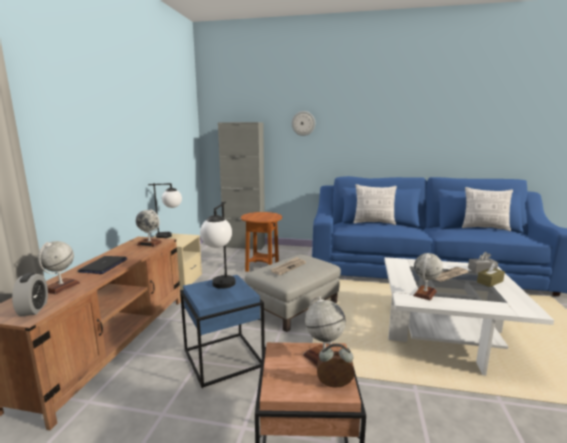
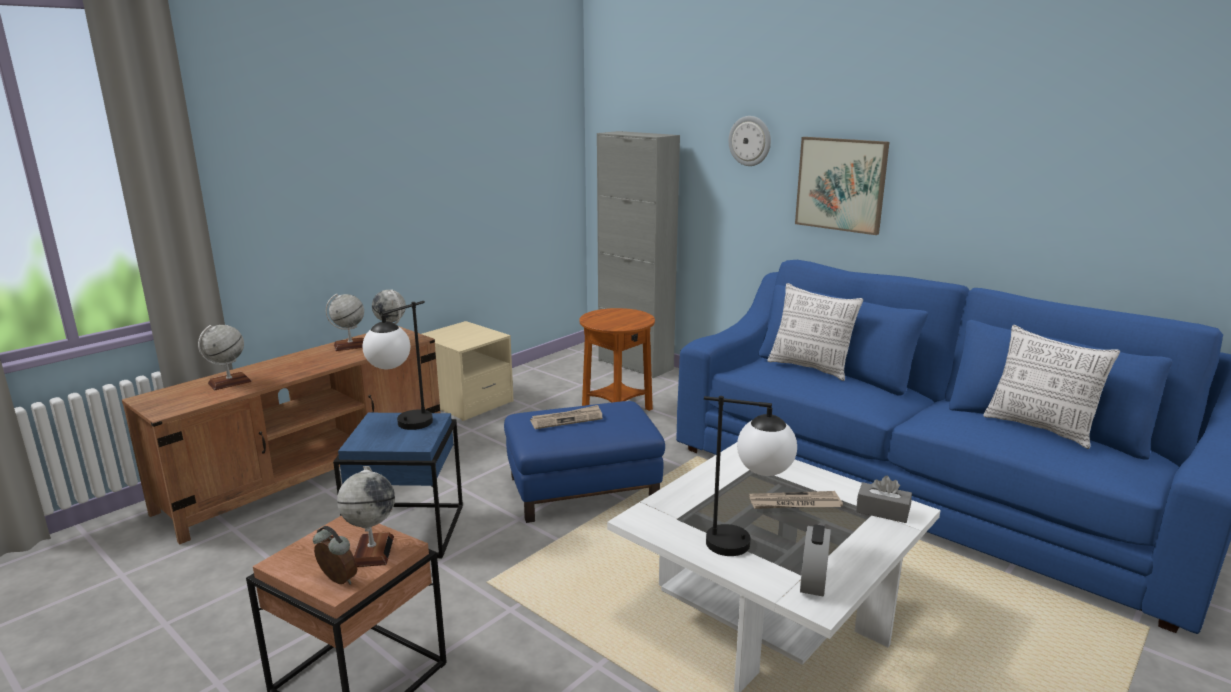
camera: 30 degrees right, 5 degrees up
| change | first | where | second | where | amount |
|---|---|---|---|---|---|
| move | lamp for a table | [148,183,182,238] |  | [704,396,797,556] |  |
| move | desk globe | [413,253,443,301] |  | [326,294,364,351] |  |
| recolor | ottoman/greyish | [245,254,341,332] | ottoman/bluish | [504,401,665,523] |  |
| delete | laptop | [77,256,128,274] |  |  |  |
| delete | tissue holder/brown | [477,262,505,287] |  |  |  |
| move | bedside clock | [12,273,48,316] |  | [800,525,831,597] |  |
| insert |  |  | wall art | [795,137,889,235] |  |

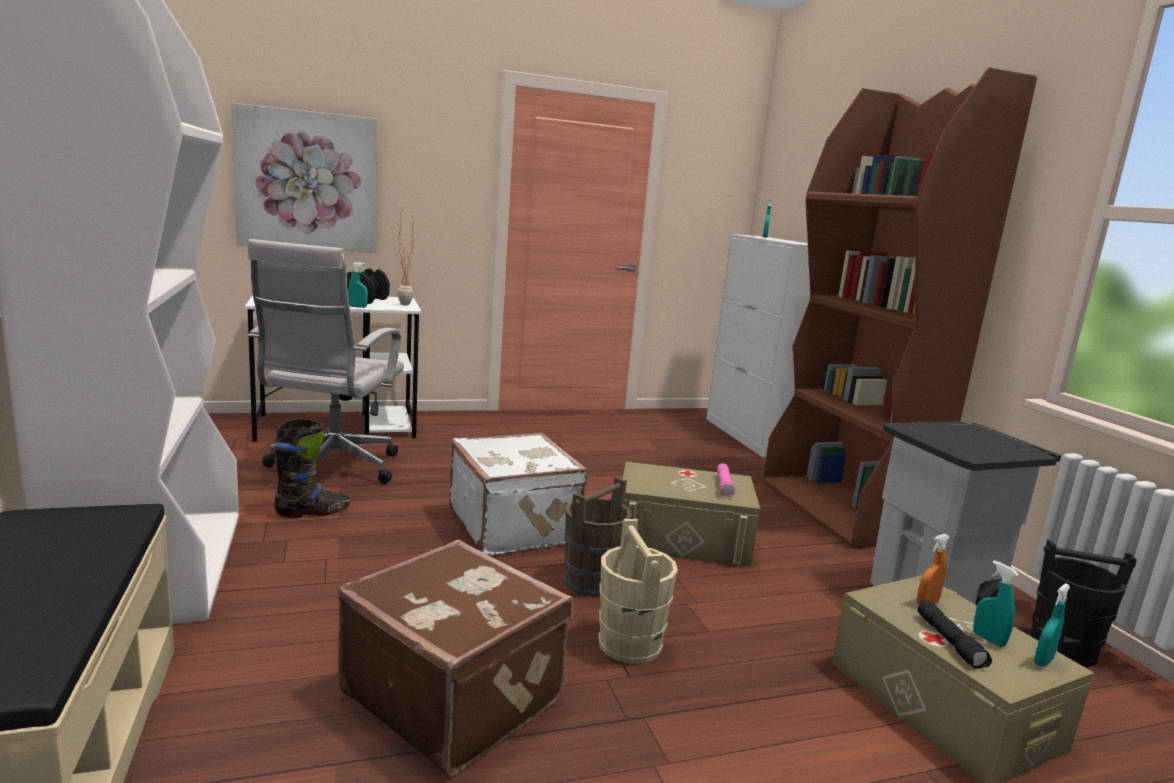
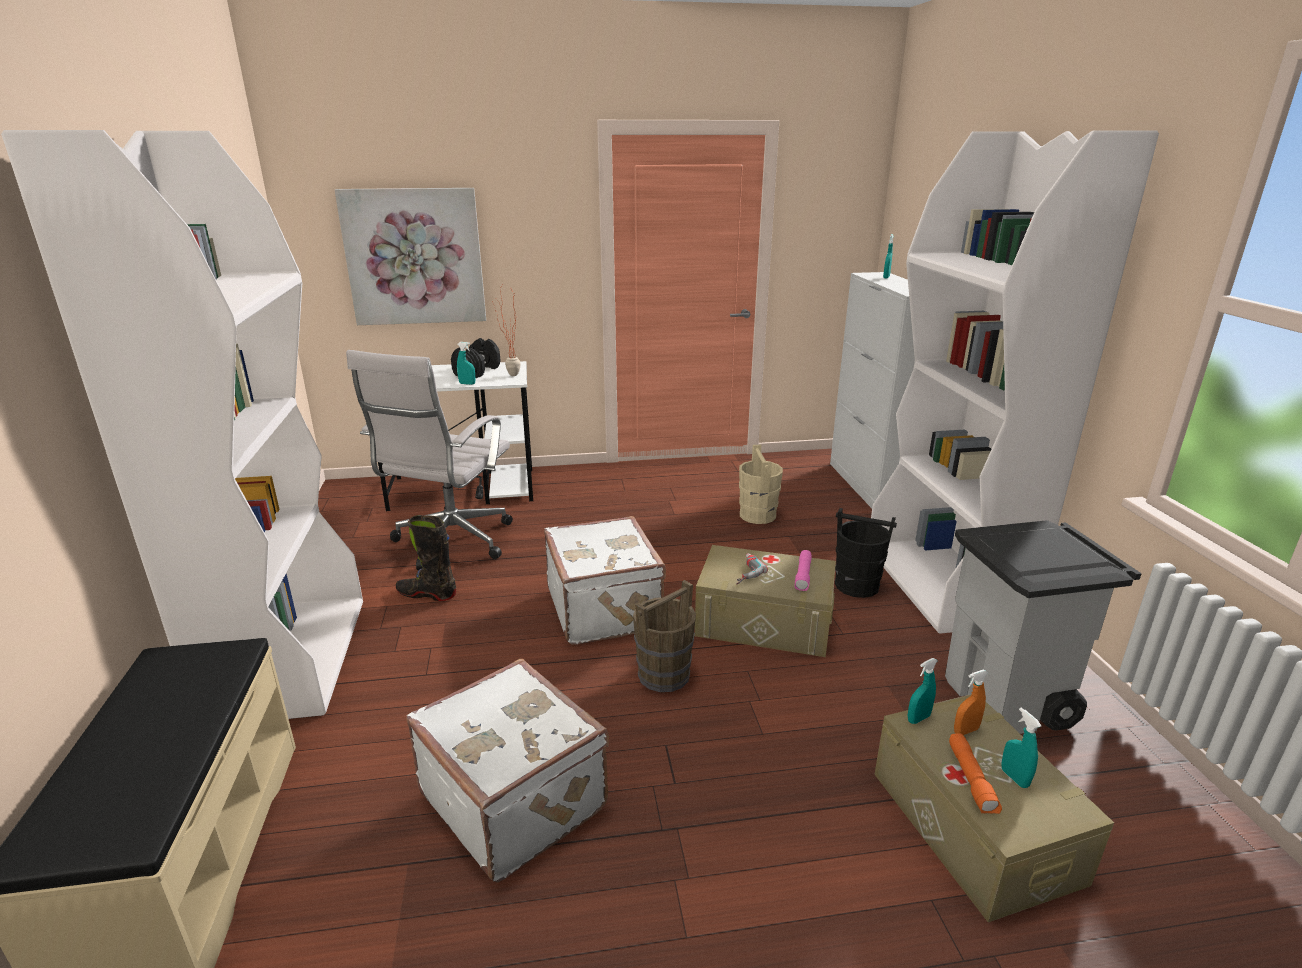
camera: 10 degrees right, 10 degrees up
| change | first | where | second | where | amount |
|---|---|---|---|---|---|
| recolor | bookcase/brown | [762,67,1037,549] | bookcase/white-coloured | [871,131,1159,634] |  |
| rotate | high-top boot/black-coloured | [274,418,351,518] |  | [396,515,456,601] | 150 degrees counterclockwise |
| move | bucket/beige | [599,519,678,664] |  | [739,445,783,524] |  |
| recolor | travel case/brown | [338,540,574,777] | travel case/white-coloured | [406,659,609,882] |  |
| move | bucket/black-coloured | [1030,540,1137,667] |  | [835,508,897,598] |  |
| move | spray bottle/turquoise | [1034,583,1070,667] |  | [907,658,938,724] |  |
| recolor | flashlight/black-coloured | [917,600,992,668] | flashlight/orange-coloured | [949,734,1002,814] |  |
| insert |  |  | power drill | [736,553,768,584] |  |

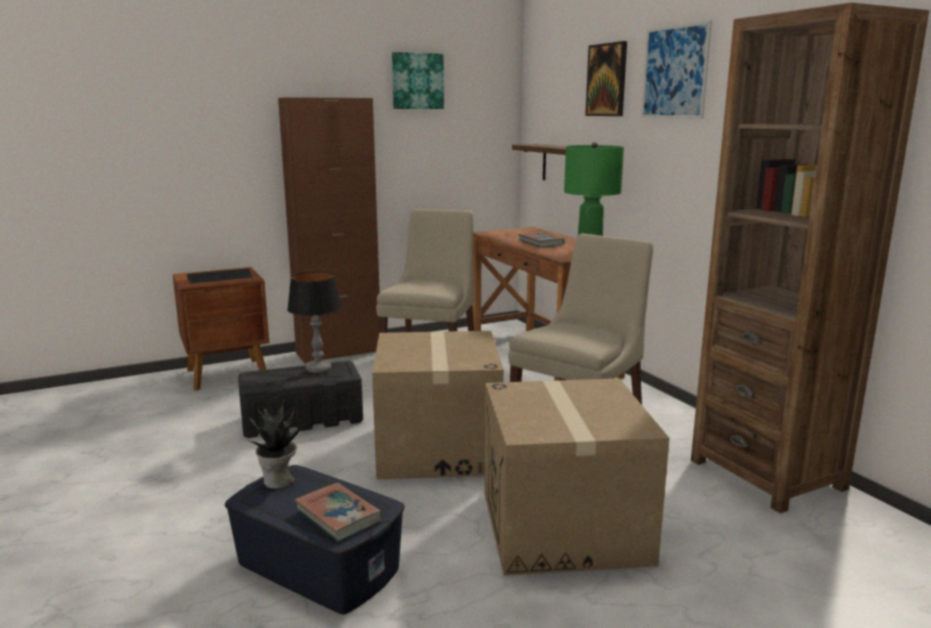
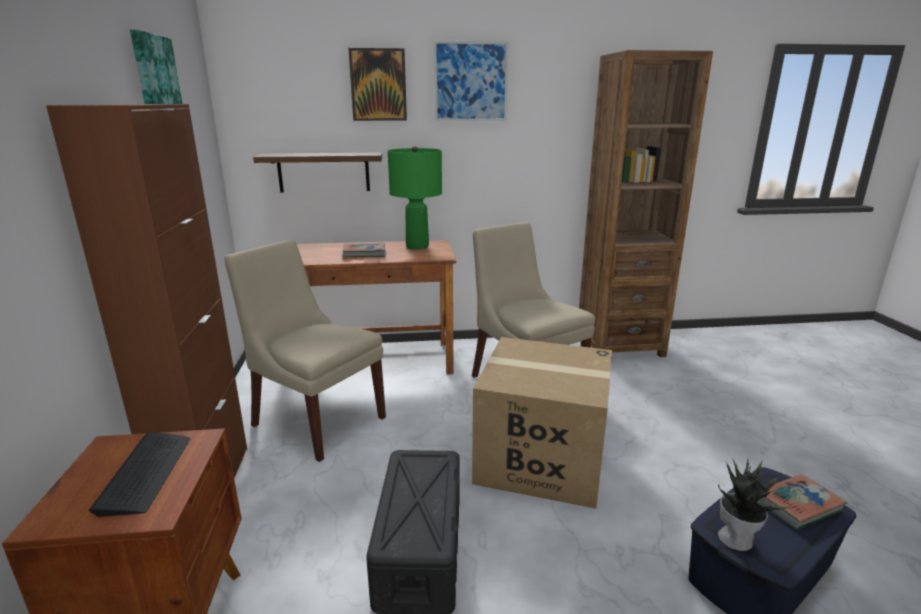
camera: 70 degrees left, 5 degrees up
| change | first | where | second | where | amount |
|---|---|---|---|---|---|
| delete | lamp for a table | [287,272,342,373] |  |  |  |
| delete | carton | [484,378,670,576] |  |  |  |

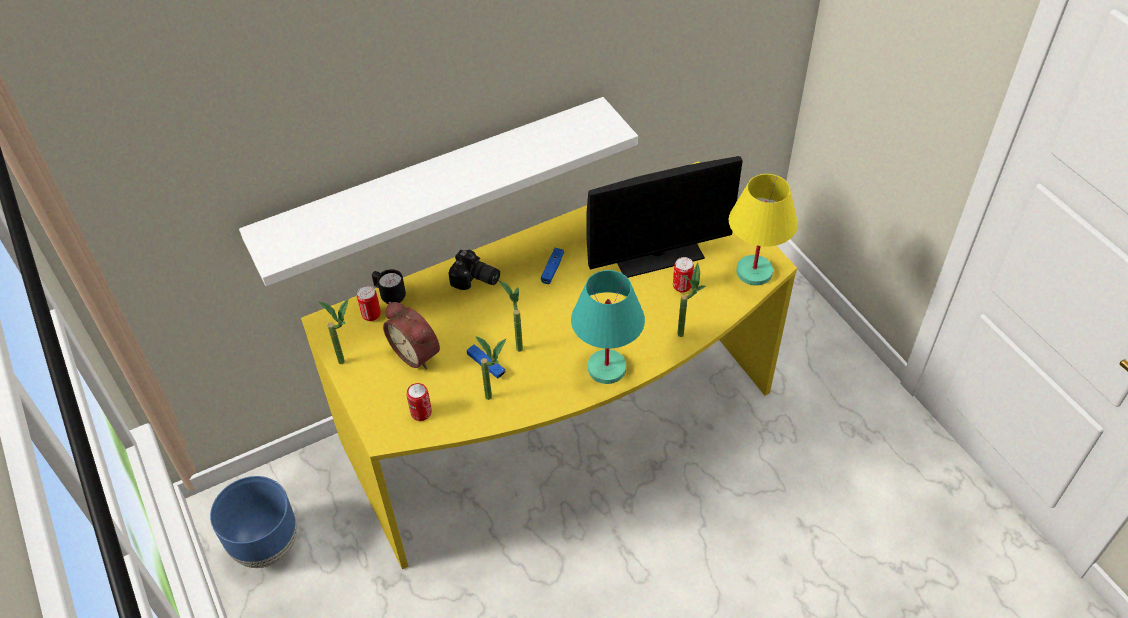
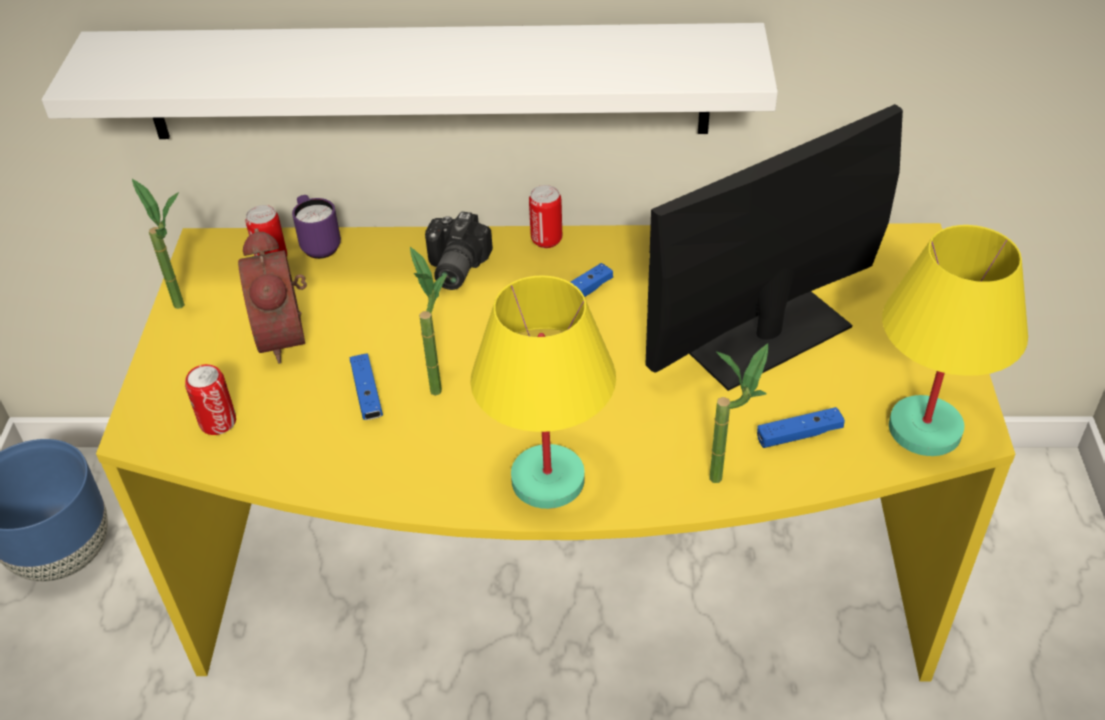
camera: 30 degrees right, 5 degrees down
| change | first | where | second | where | amount |
|---|---|---|---|---|---|
| rotate | computer screen | [586,156,743,278] |  | [645,104,903,391] | 135 degrees clockwise |
| rotate | still camera | [448,250,500,290] |  | [425,211,493,290] | 45 degrees clockwise |
| move | sealed can | [673,257,694,293] |  | [529,185,562,248] |  |
| recolor | mug/black-coloured | [372,269,406,304] | mug/purple-coloured | [292,195,341,259] |  |
| recolor | lamp for a table/turquoise | [571,270,645,384] | lamp for a table/yellowish | [470,275,616,509] |  |
| delete | plant in a pot | [475,336,506,400] |  |  |  |
| insert |  |  | joypad/bluish | [757,407,845,448] |  |

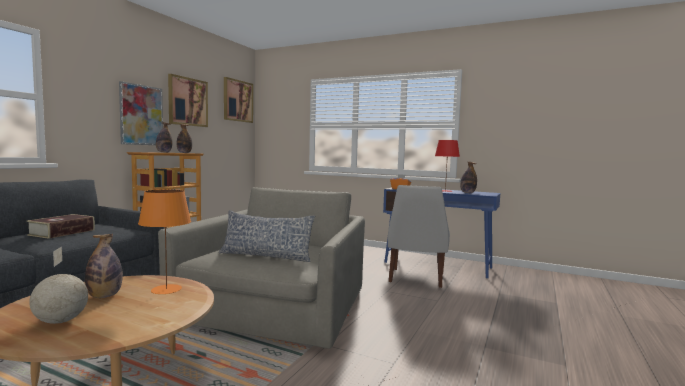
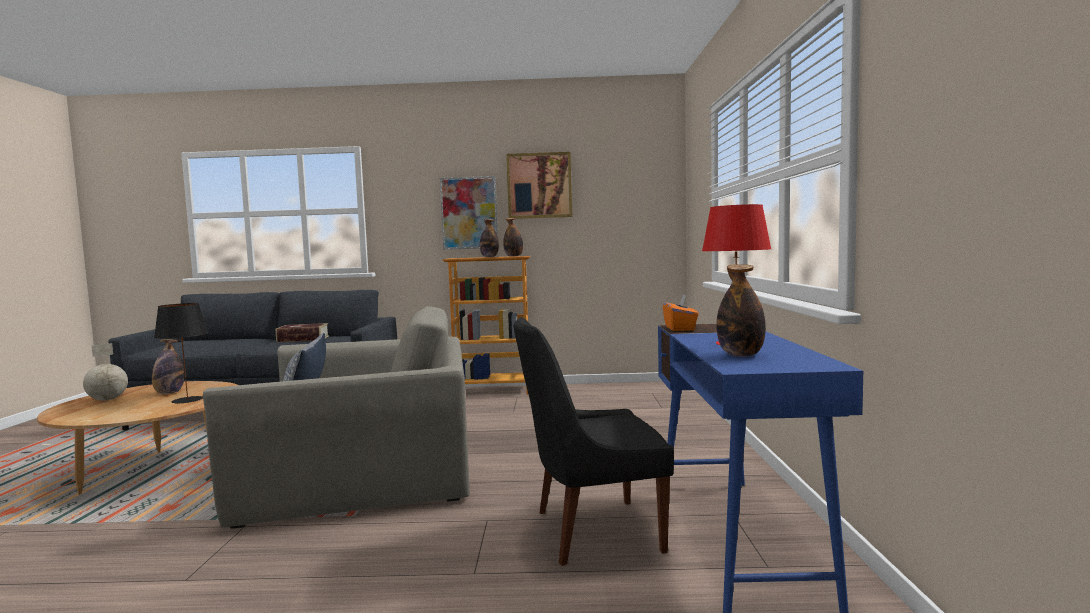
camera: 65 degrees right, 0 degrees up
| change | first | where | second | where | amount |
|---|---|---|---|---|---|
| delete | wall art | [224,77,253,123] |  |  |  |
| recolor | upright chair/white-coloured | [388,185,450,288] | upright chair/black-coloured | [514,317,674,566] |  |
| recolor | lamp for a table/orange-coloured | [138,189,191,294] | lamp for a table/black-coloured | [154,303,208,404] |  |

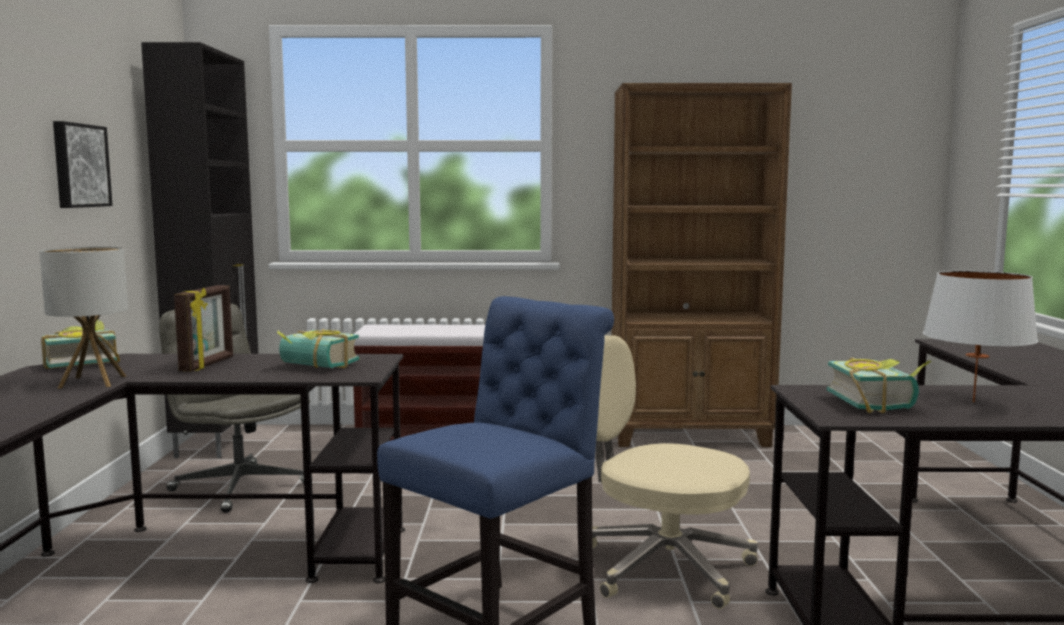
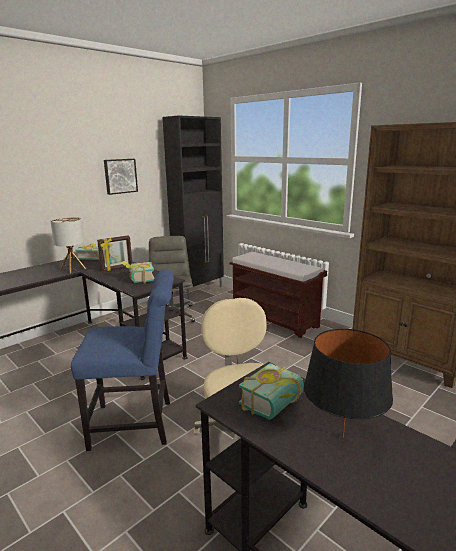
camera: 45 degrees right, 10 degrees up
| change | first | where | second | where | amount |
|---|---|---|---|---|---|
| recolor | lamp for a table/white-coloured | [923,271,1038,402] | lamp for a table/black-coloured | [304,329,393,438] |  |

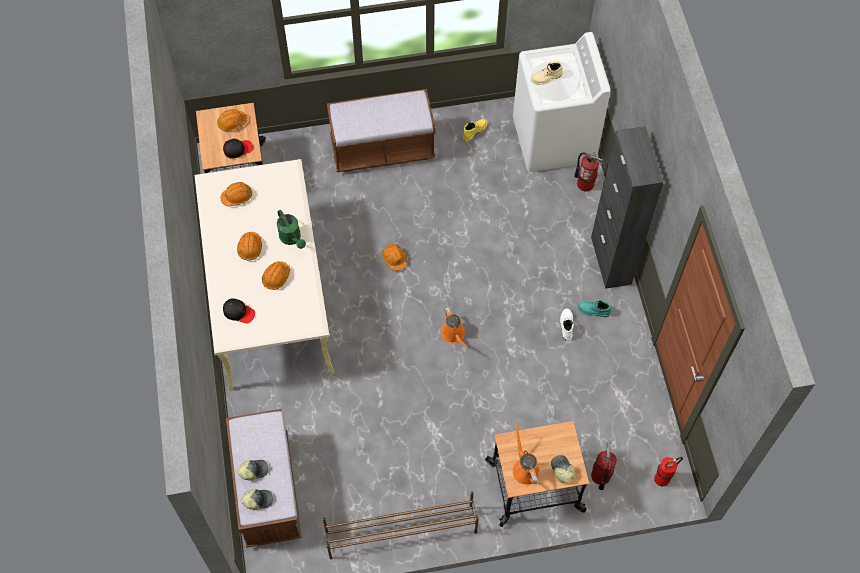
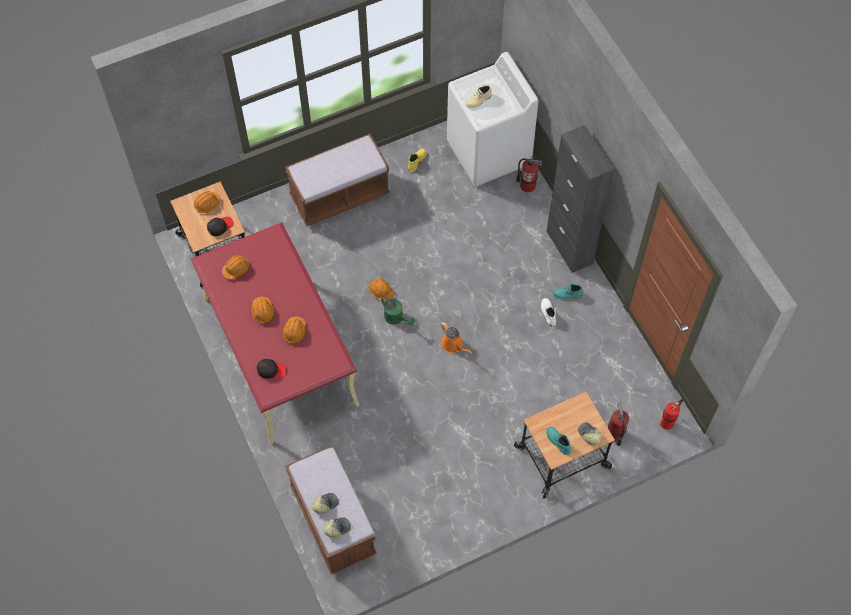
camera: 15 degrees left, 0 degrees up
| change | first | where | second | where | amount |
|---|---|---|---|---|---|
| recolor | desk unit/beige | [195,159,334,391] | desk unit/red | [191,222,360,444] |  |
| move | watering pot/greenish | [277,210,306,249] |  | [381,297,415,325] |  |
| replace | watering pot/orange-coloured | [513,424,540,485] | high-top boot/turquoise | [546,426,571,455] |  |
| delete | shoe stand/brown | [323,492,479,559] |  |  |  |

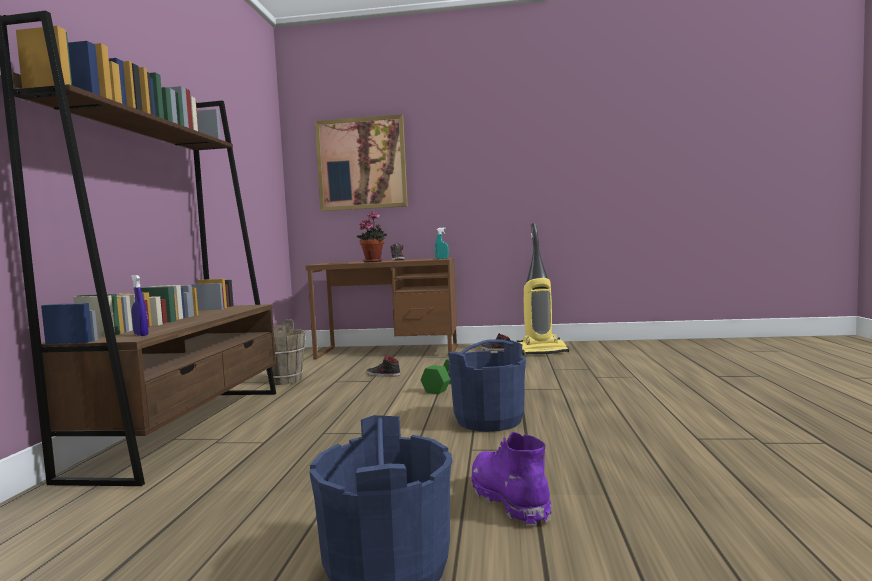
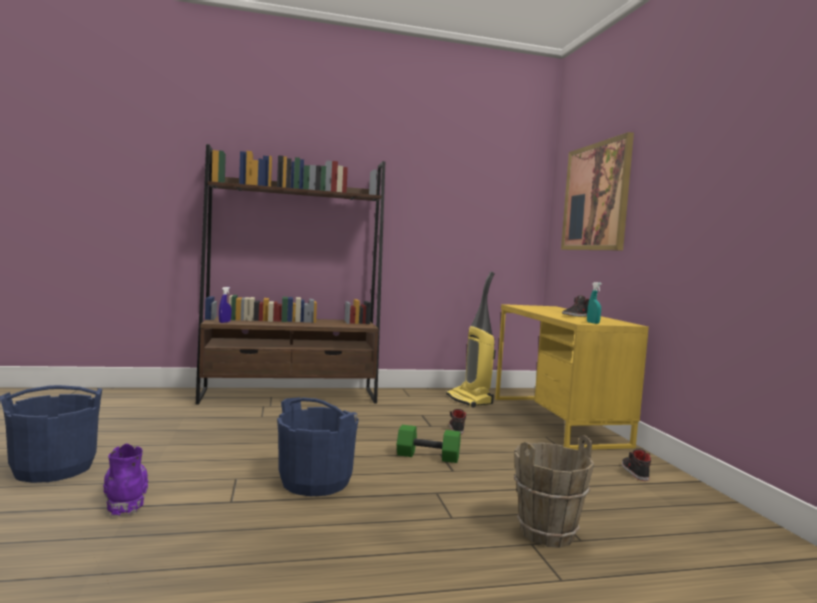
camera: 70 degrees right, 0 degrees up
| change | first | where | second | where | amount |
|---|---|---|---|---|---|
| delete | plant in a pot | [357,211,387,262] |  |  |  |
| move | vacuum | [517,223,569,355] |  | [446,272,496,408] |  |
| recolor | desk unit/brown | [306,258,457,359] | desk unit/yellowish | [495,304,649,450] |  |
| move | bucket/brown | [266,319,306,385] |  | [514,435,594,548] |  |
| rotate | high-top boot/purple-coloured | [471,432,552,526] |  | [103,443,148,516] | 75 degrees counterclockwise |

